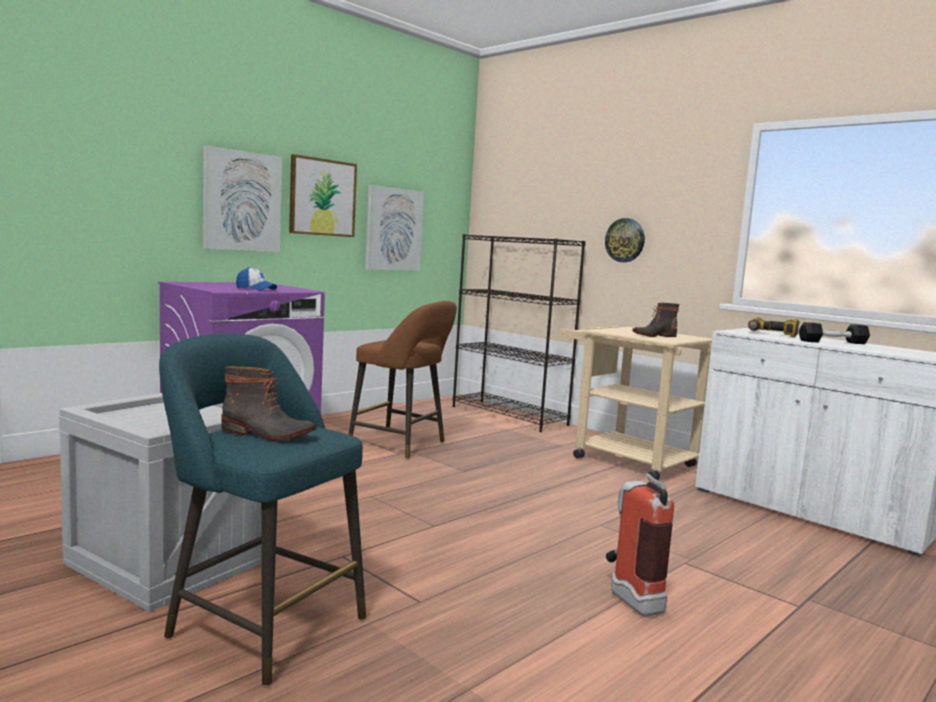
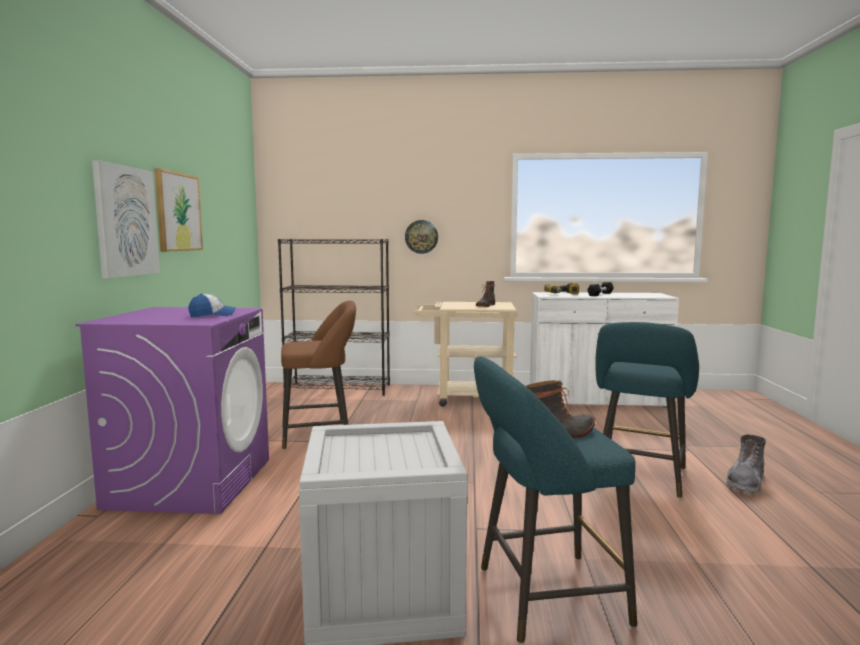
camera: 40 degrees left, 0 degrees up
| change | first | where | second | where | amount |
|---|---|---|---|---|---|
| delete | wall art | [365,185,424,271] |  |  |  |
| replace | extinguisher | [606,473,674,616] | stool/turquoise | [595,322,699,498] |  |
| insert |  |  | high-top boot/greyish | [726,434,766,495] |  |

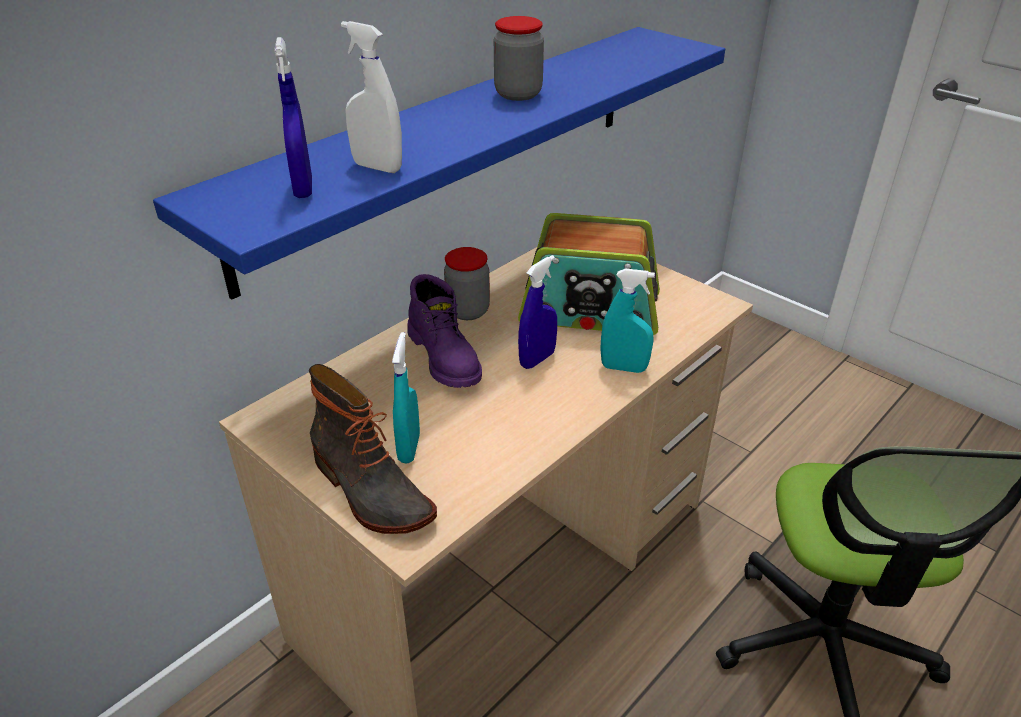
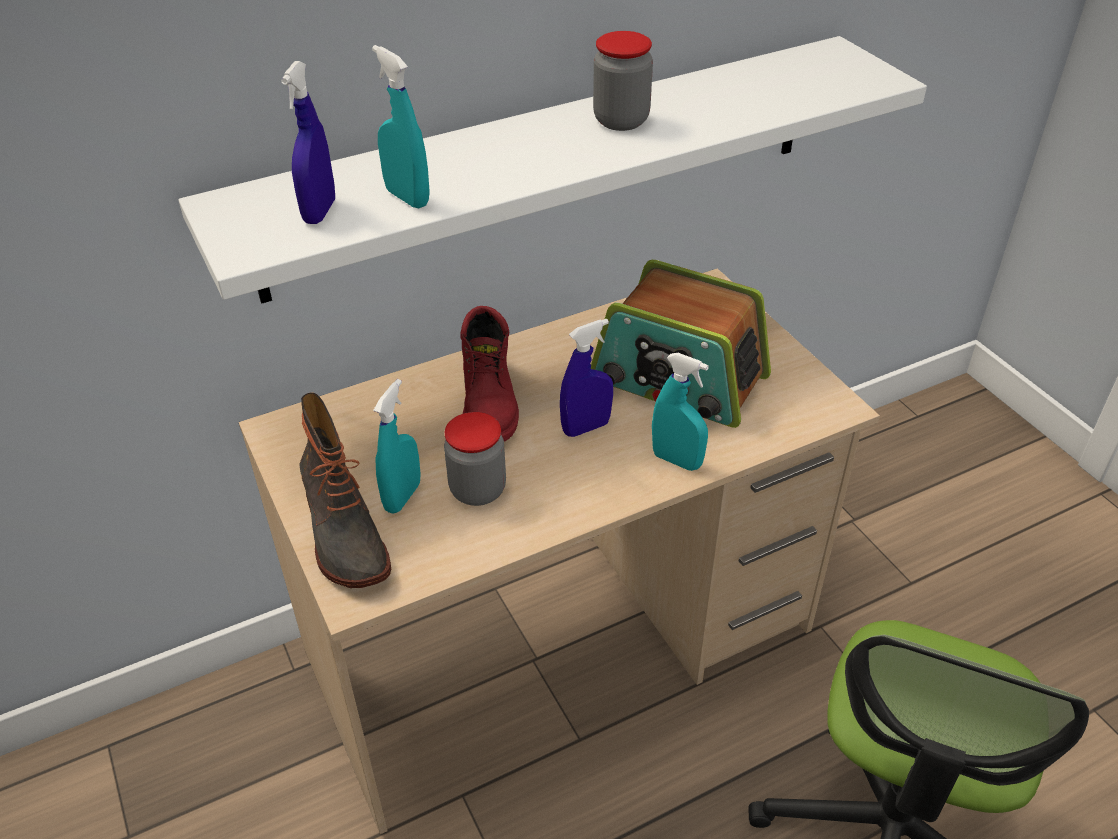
camera: 20 degrees right, 5 degrees up
| change | first | where | second | where | amount |
|---|---|---|---|---|---|
| recolor | spray bottle/white-coloured | [341,21,402,173] | spray bottle/turquoise | [372,45,430,208] |  |
| recolor | shelf/bluish | [153,27,725,300] | shelf/white-coloured | [178,36,927,303] |  |
| move | preserve jar | [444,247,490,320] |  | [444,412,506,506] |  |
| recolor | high-top boot/purple-coloured | [407,274,482,388] | high-top boot/red | [460,306,519,441] |  |

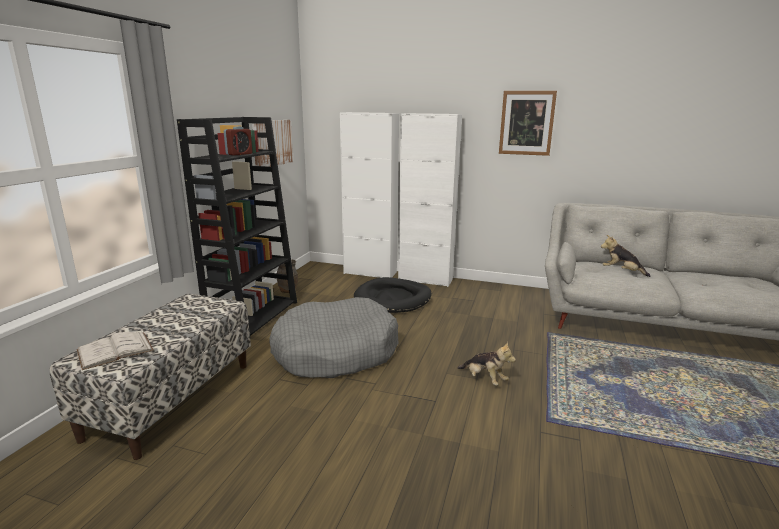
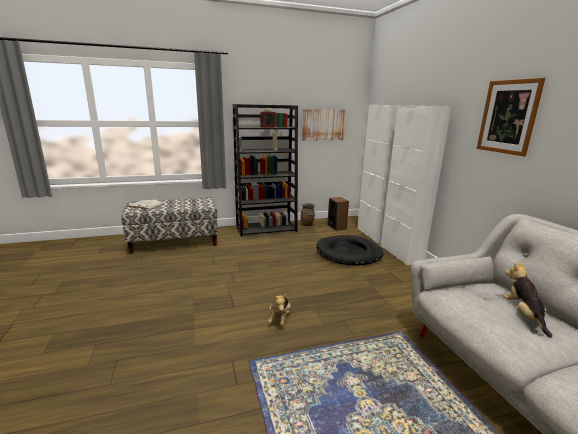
camera: 55 degrees right, 0 degrees up
| change | first | where | second | where | amount |
|---|---|---|---|---|---|
| delete | dog bed/greyish | [270,297,399,378] |  |  |  |
| insert |  |  | speaker | [327,197,349,231] |  |

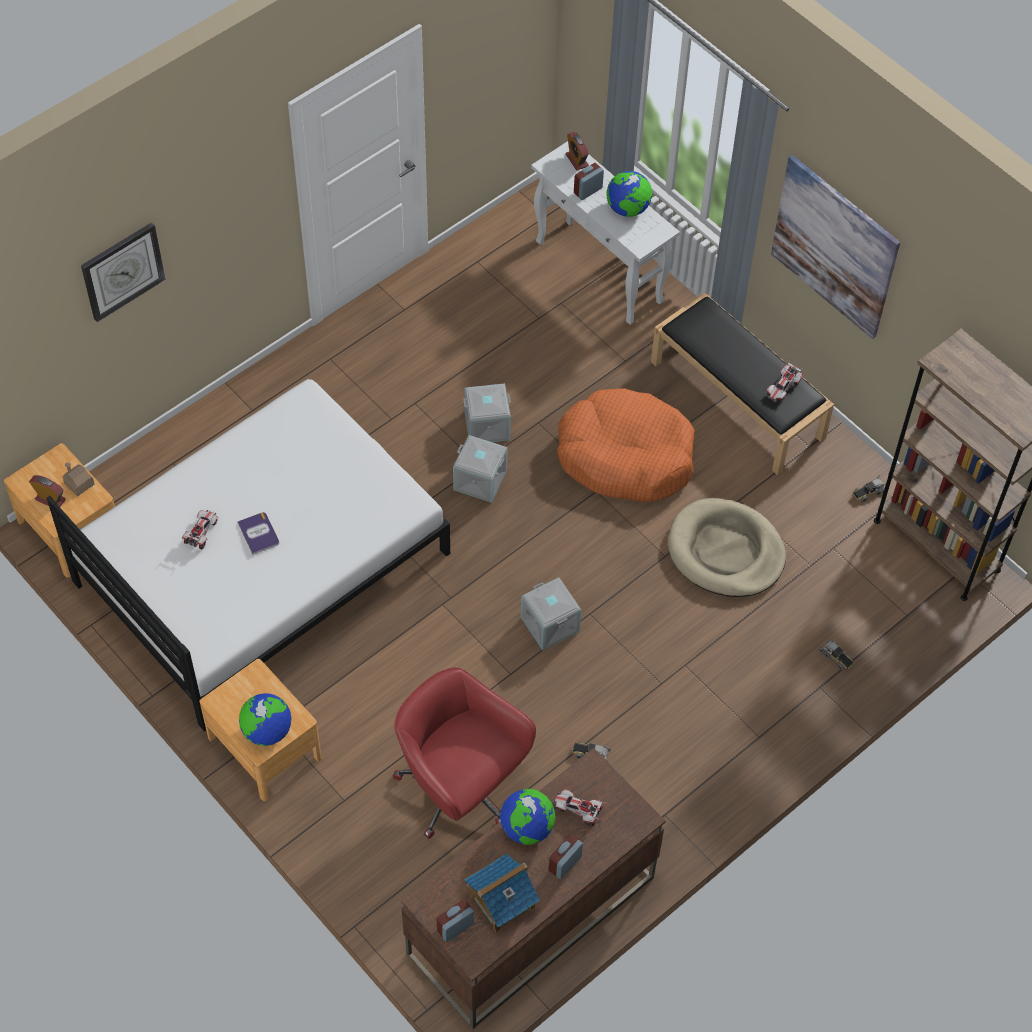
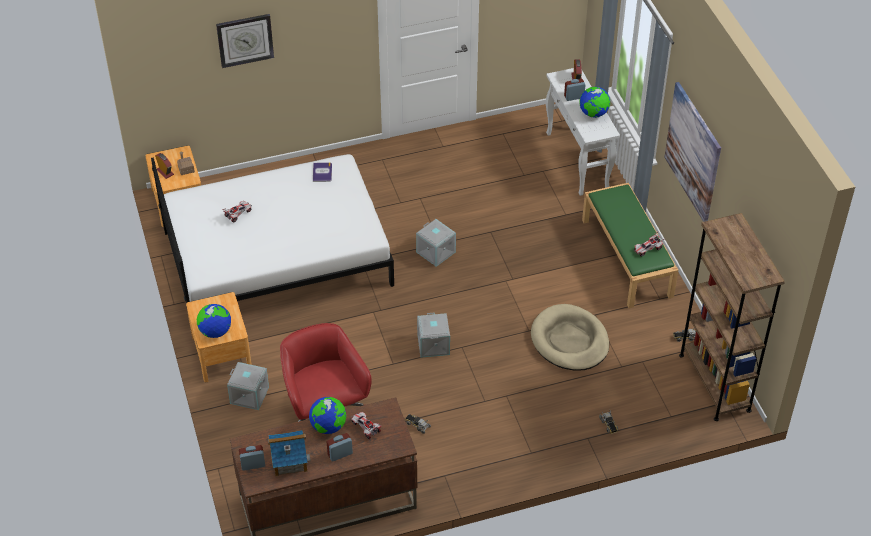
camera: 25 degrees right, 10 degrees down
| change | first | where | second | where | amount |
|---|---|---|---|---|---|
| recolor | long seat/black-coloured | [651,292,834,475] | long seat/greenish | [582,183,678,308] |  |
| move | storage bin/greyish | [463,383,511,442] |  | [227,362,269,410] |  |
| delete | dog bed/orange-coloured | [557,388,695,502] |  |  |  |
| move | volume | [237,512,279,555] |  | [313,162,332,182] |  |

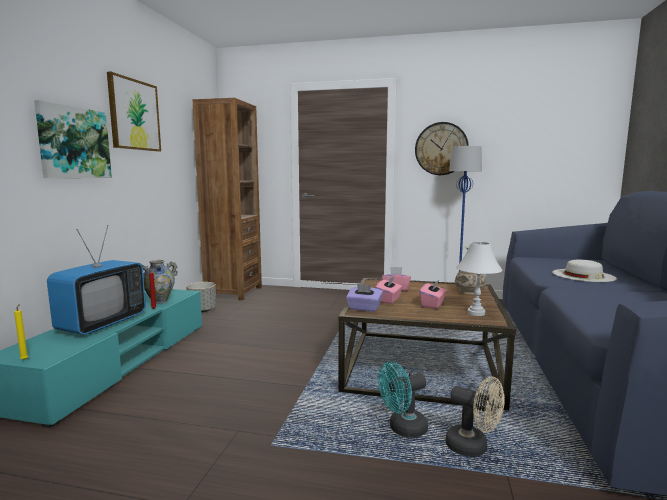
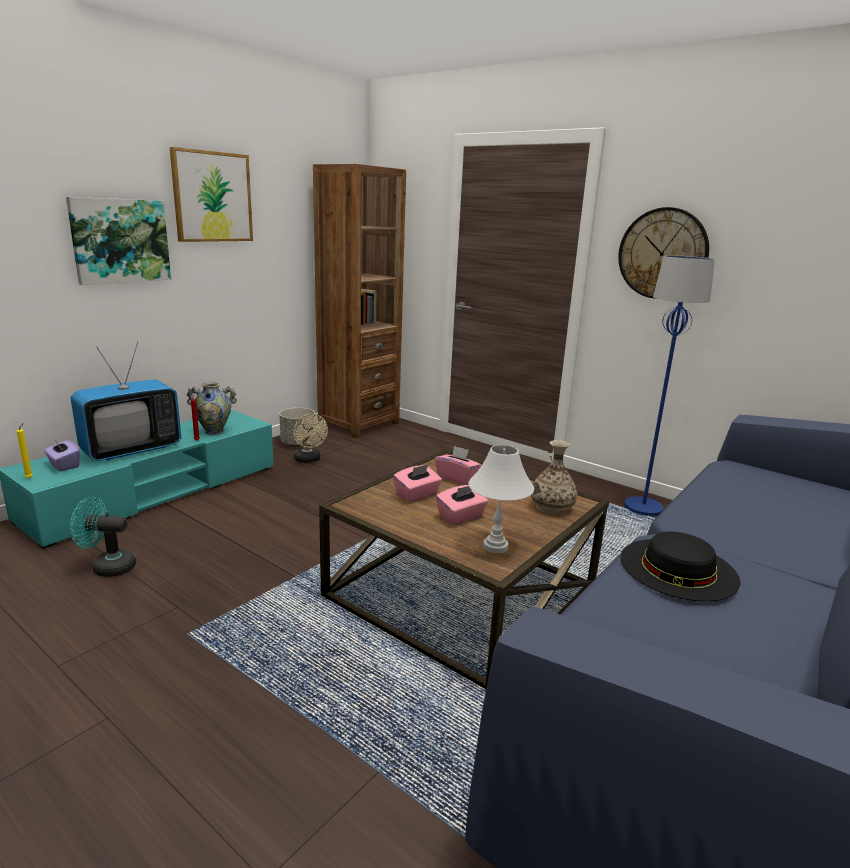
camera: 25 degrees right, 10 degrees up
| change | first | where | second | where | amount |
|---|---|---|---|---|---|
| delete | hat/white-coloured | [552,259,617,282] |  |  |  |
| move | tissue holder/purple-coloured | [346,284,383,312] |  | [44,440,80,472] |  |
| move | electric fan/turquoise | [378,361,428,438] |  | [70,497,136,577] |  |
| move | electric fan/beige | [446,377,505,457] |  | [293,414,328,463] |  |
| insert |  |  | hat/black-coloured | [621,532,741,602] |  |

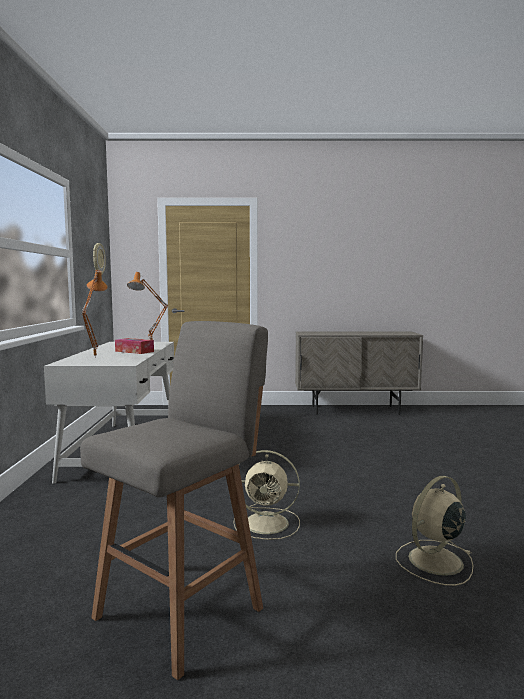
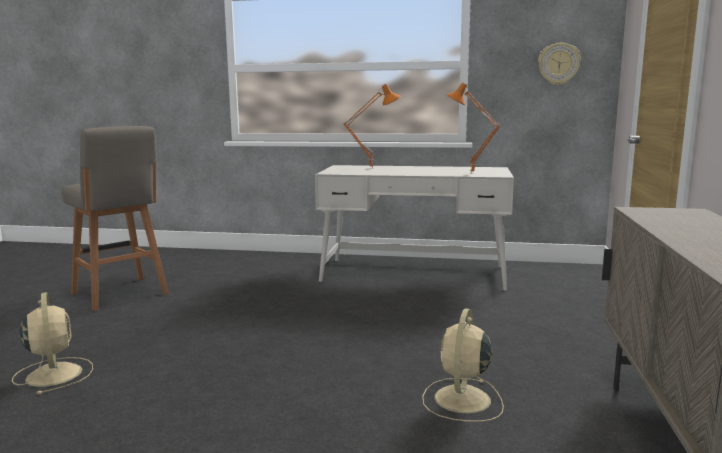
camera: 100 degrees right, 5 degrees up
| change | first | where | second | where | amount |
|---|---|---|---|---|---|
| delete | tissue holder | [115,338,154,354] |  |  |  |
| move | electric fan/beige | [233,450,300,540] |  | [422,308,504,422] |  |

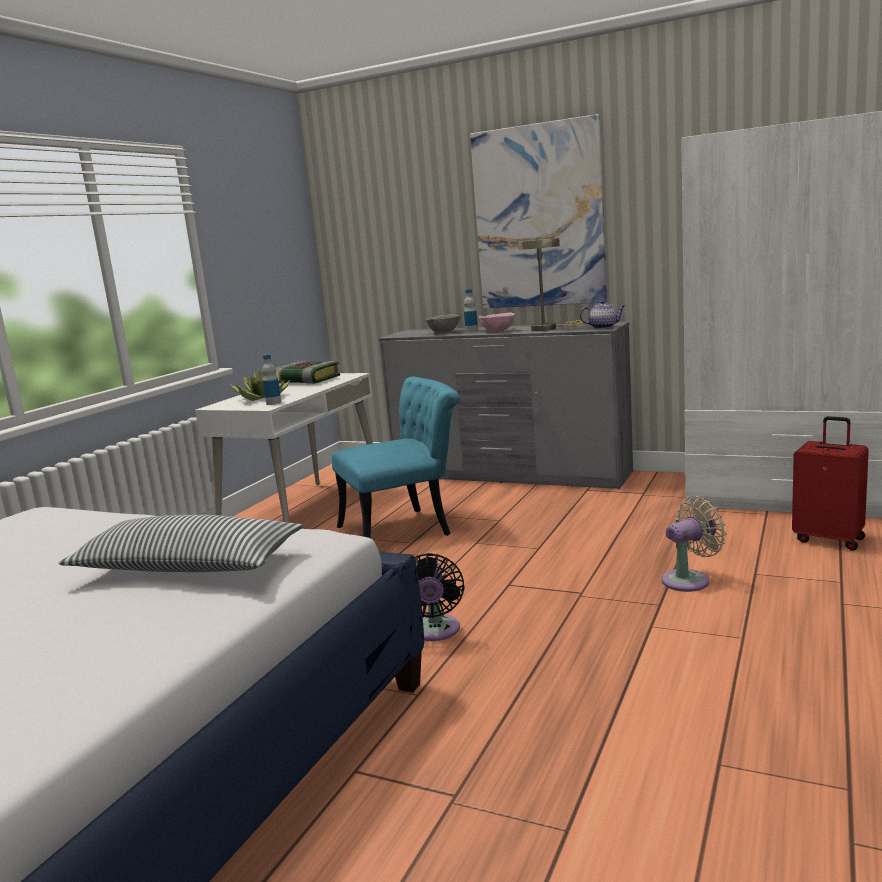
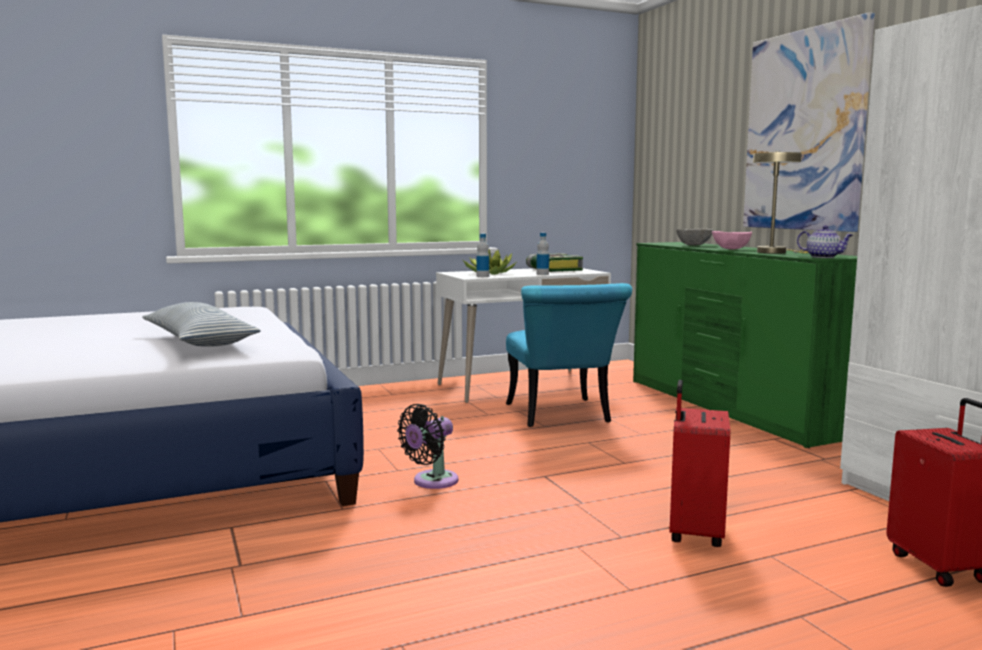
camera: 40 degrees right, 5 degrees down
| change | first | where | second | where | amount |
|---|---|---|---|---|---|
| move | beverage bottle | [464,289,478,333] |  | [536,233,549,275] |  |
| recolor | dresser/greyish | [378,322,633,490] | dresser/greenish | [633,242,857,448] |  |
| rotate | upright chair/turquoise | [332,376,460,538] |  | [506,283,632,427] | 60 degrees clockwise |
| replace | electric fan/beige | [662,496,726,592] | travel case/red | [669,380,730,547] |  |

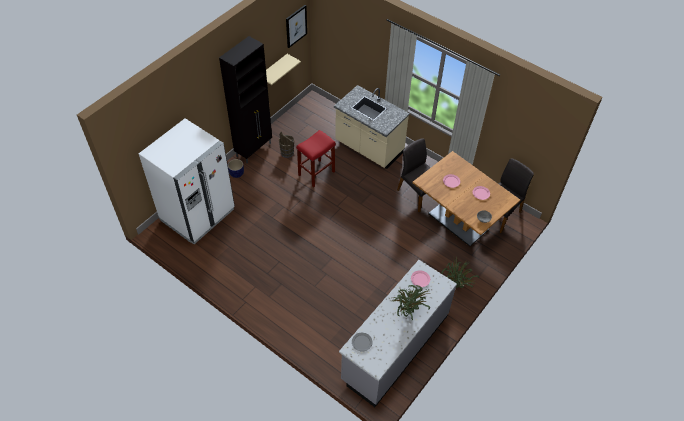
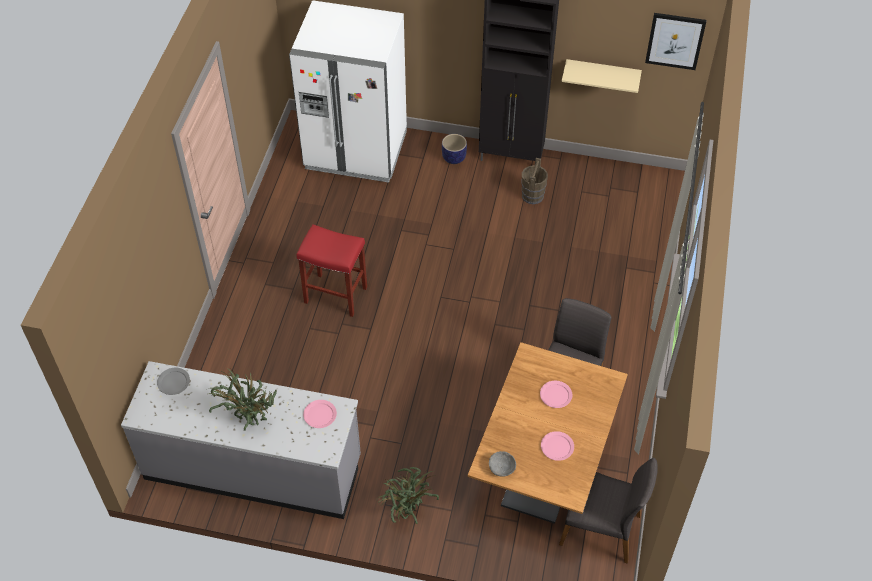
camera: 65 degrees right, 0 degrees up
| change | first | where | second | where | amount |
|---|---|---|---|---|---|
| delete | kitchen counter/beige | [334,85,410,169] |  |  |  |
| move | stool/red | [296,130,336,188] |  | [297,224,367,317] |  |

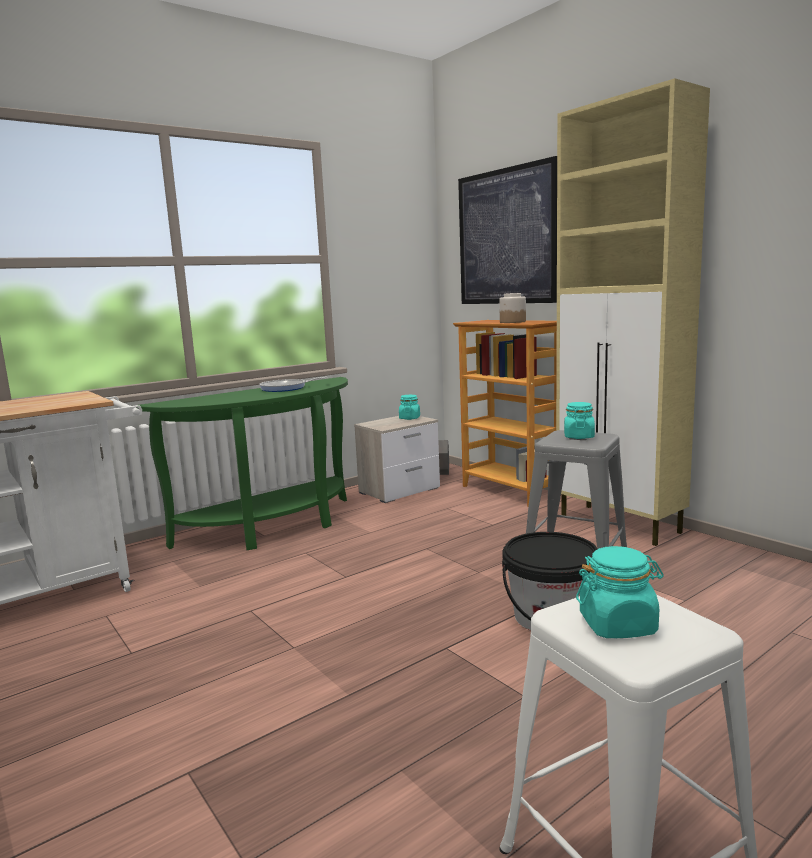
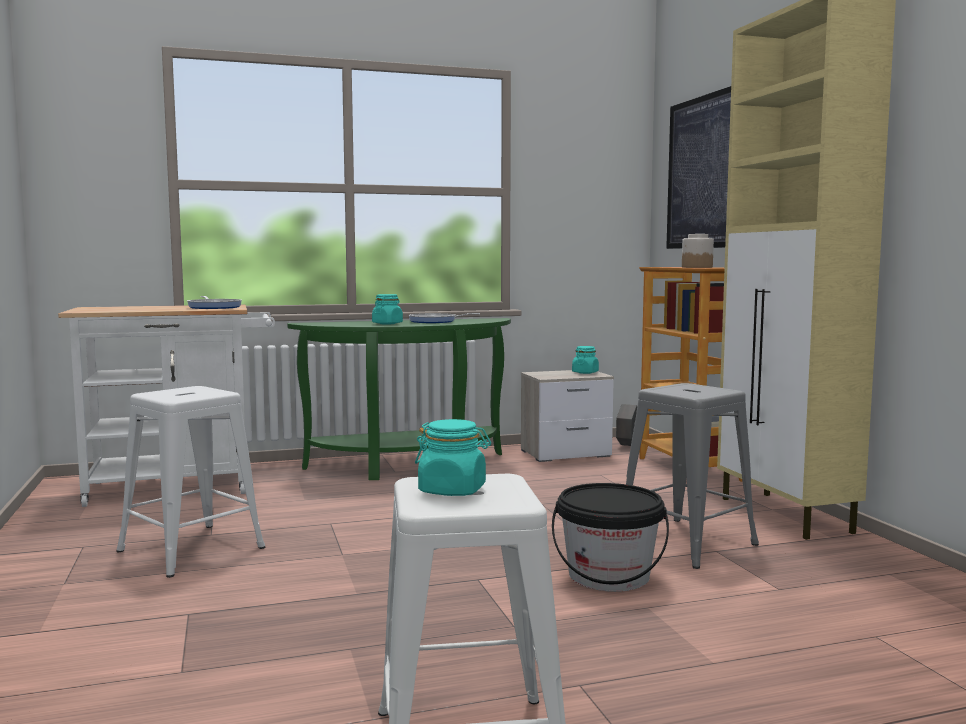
camera: 20 degrees right, 5 degrees down
| change | first | where | second | where | amount |
|---|---|---|---|---|---|
| move | preserve jar/turquoise | [564,402,595,439] |  | [372,294,403,324] |  |
| insert |  |  | skillet | [187,296,242,309] |  |
| insert |  |  | stool/white-coloured | [116,386,266,578] |  |

